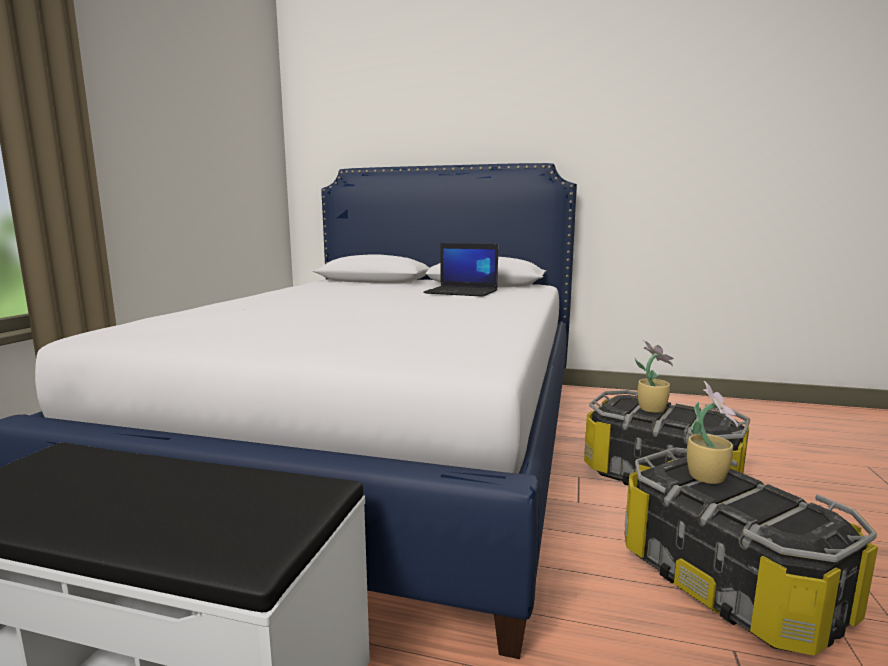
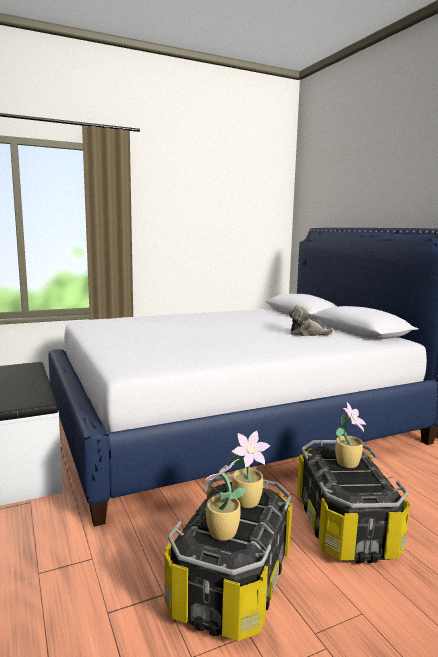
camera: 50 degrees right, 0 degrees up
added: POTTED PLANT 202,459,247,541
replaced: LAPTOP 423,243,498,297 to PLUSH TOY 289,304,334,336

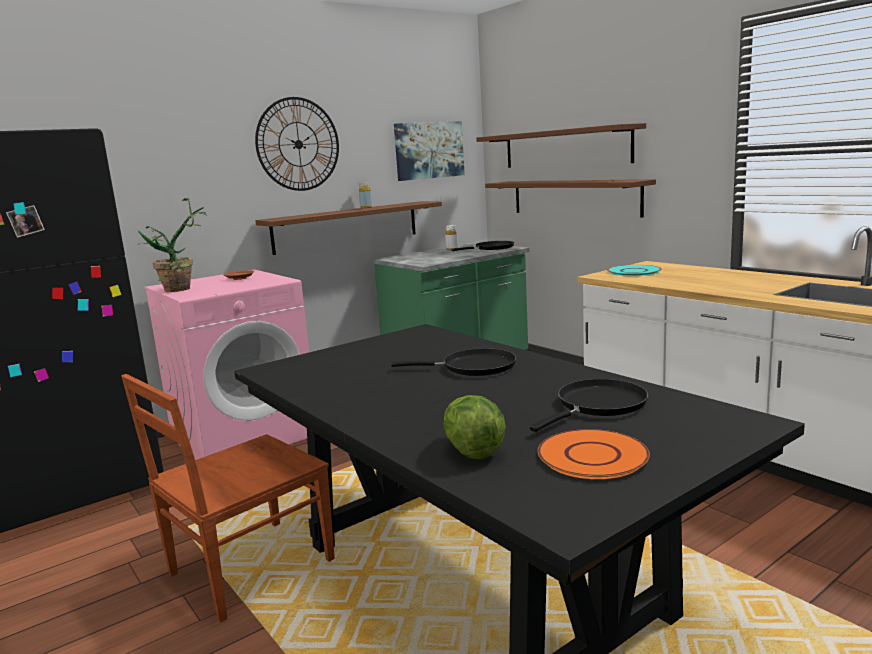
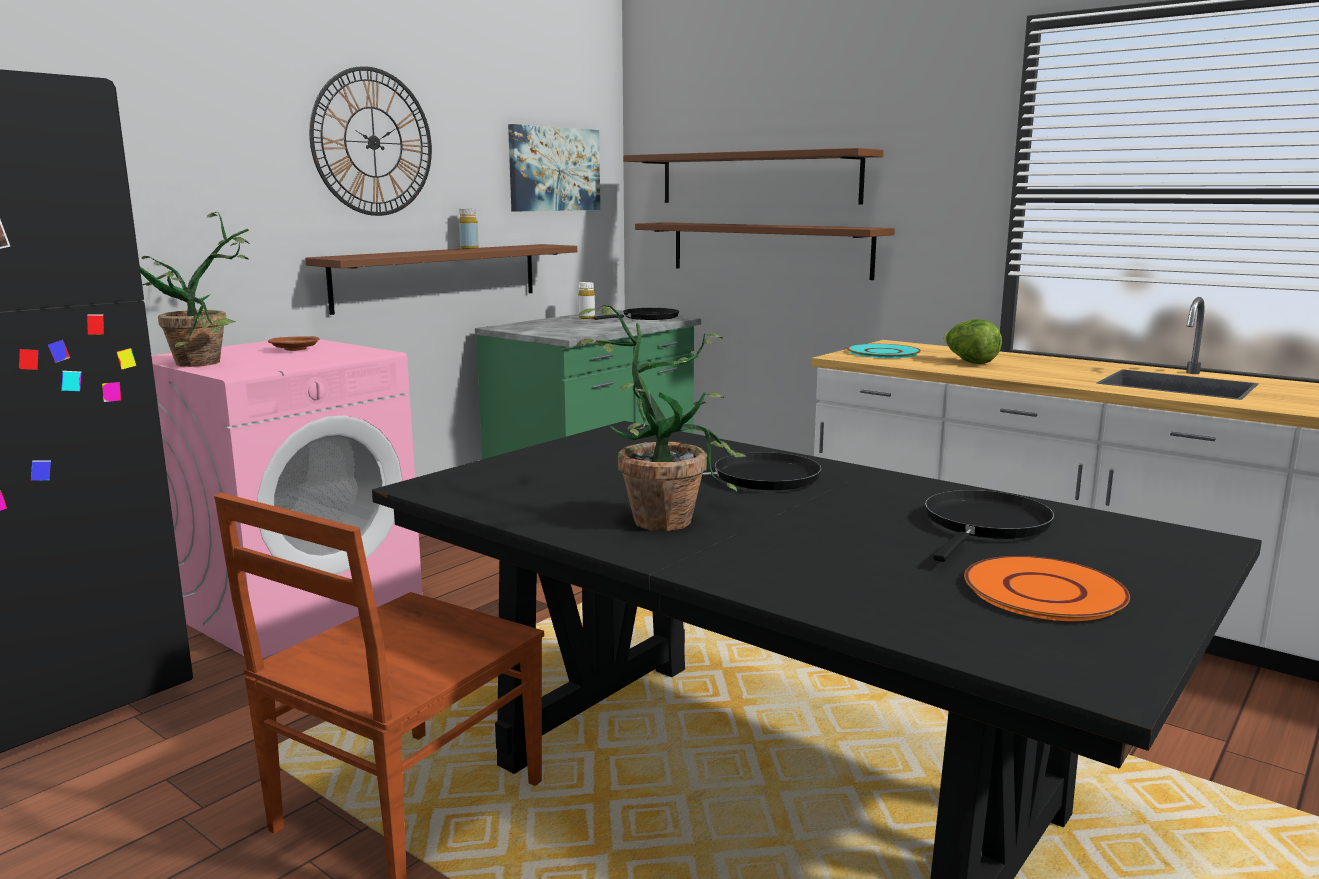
camera: 15 degrees left, 0 degrees up
added: POTTED PLANT 575,305,747,531
moved: LETTUCE 443,395,506,459 to 944,319,1002,364

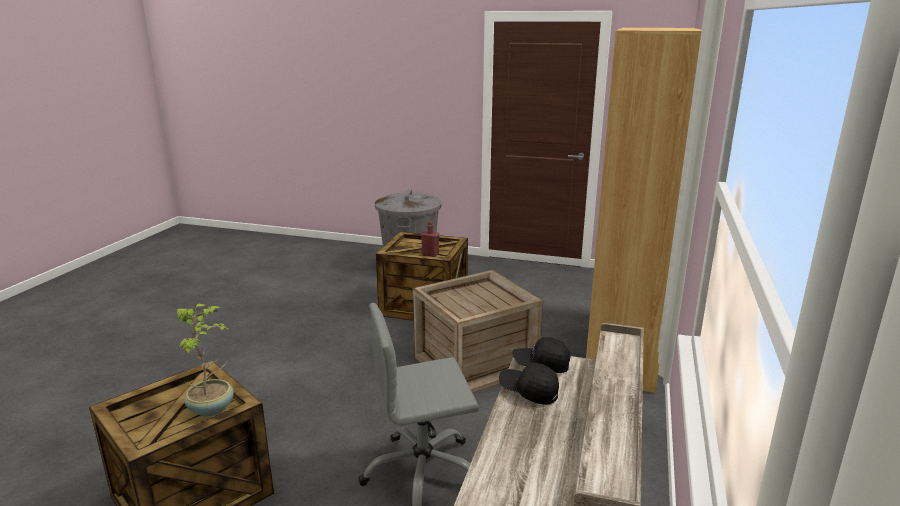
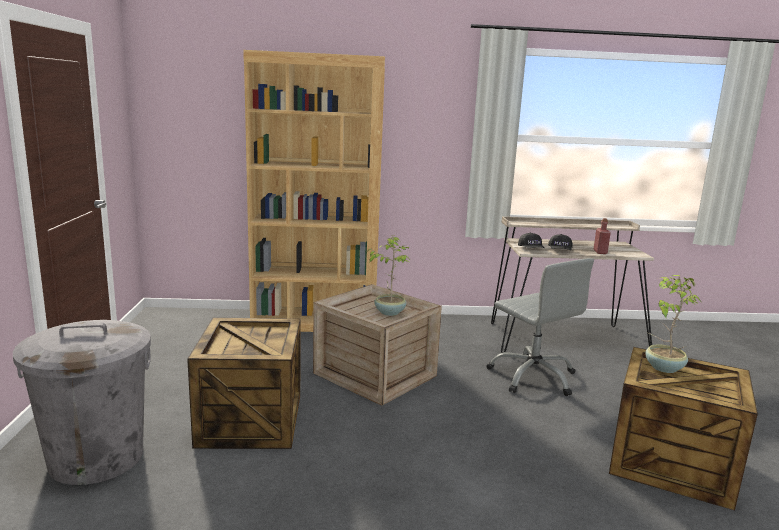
camera: 110 degrees left, 5 degrees down
added: POTTED PLANT 368,235,411,316
moved: RED-COLOURED DRINK BOTTLE 421,221,439,257 to 594,218,611,254

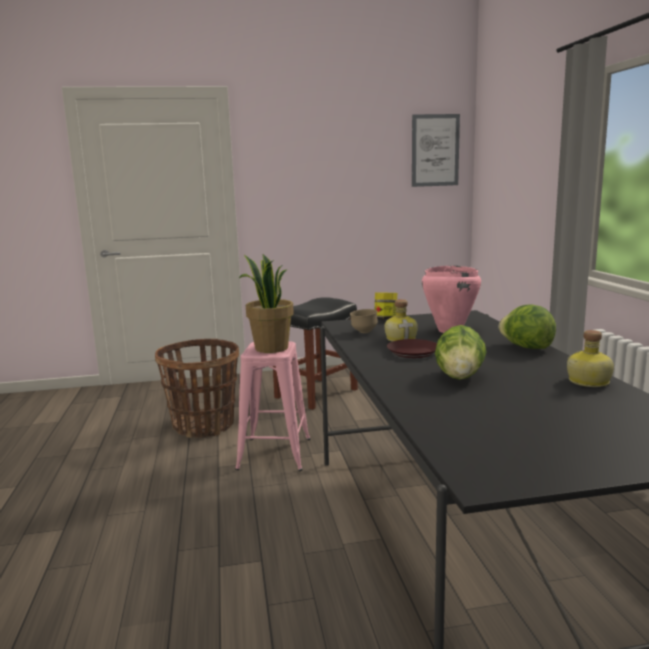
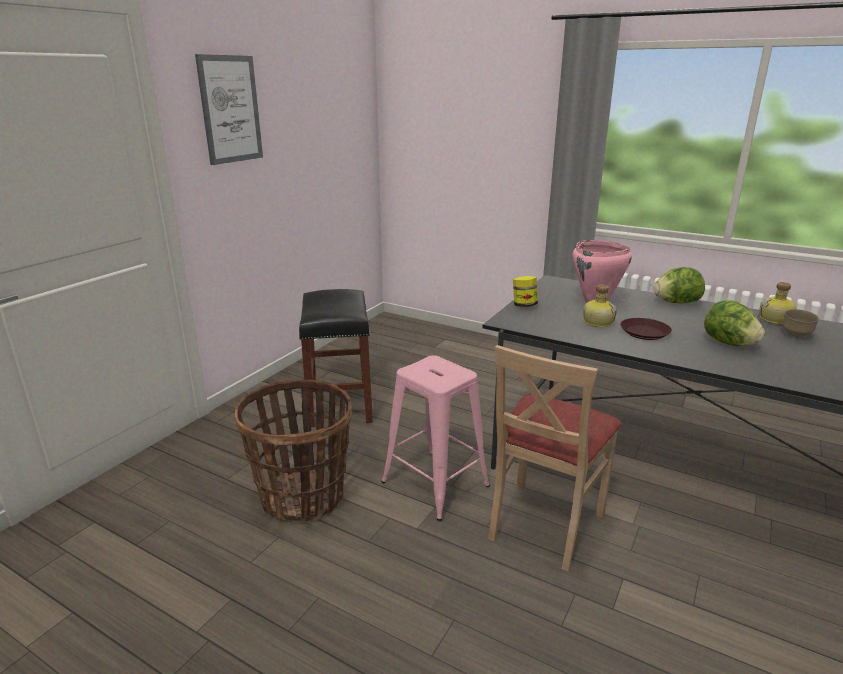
camera: 50 degrees left, 10 degrees up
removed: POTTED PLANT 239,254,294,353
added: BEIGE CHAIR 488,345,622,571
moved: PICTURE 412,114,460,187 to 195,54,263,165; BROWN DEEP DISH 350,309,378,333 to 782,309,819,338

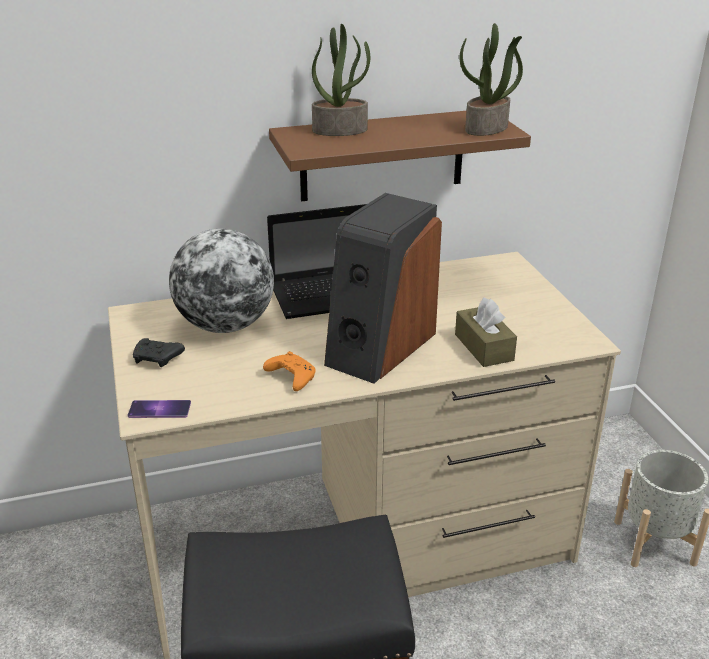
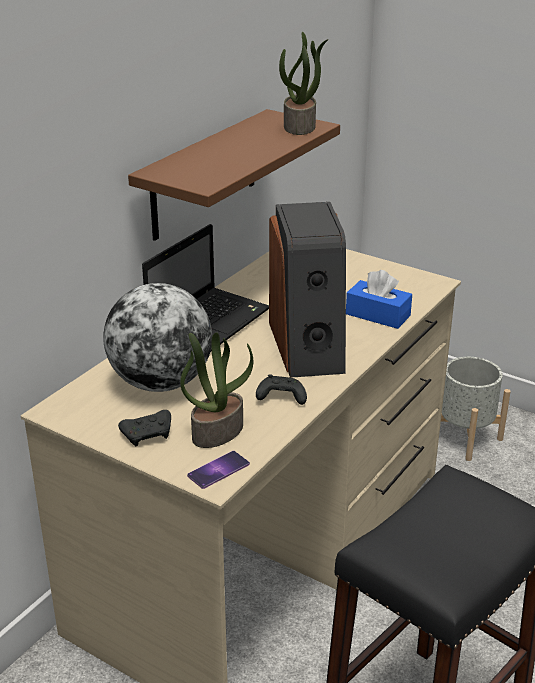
camera: 40 degrees left, 0 degrees up
moved: POTTED PLANT 312,24,370,136 to 180,332,253,448
recoloured: ORANGE-COLOURED GAMEPAD 263,351,315,391 to BLACK-COLOURED GAMEPAD 256,374,307,405; BROWN TISSUE BOX 455,297,517,367 to BLUE TISSUE BOX 346,270,412,329

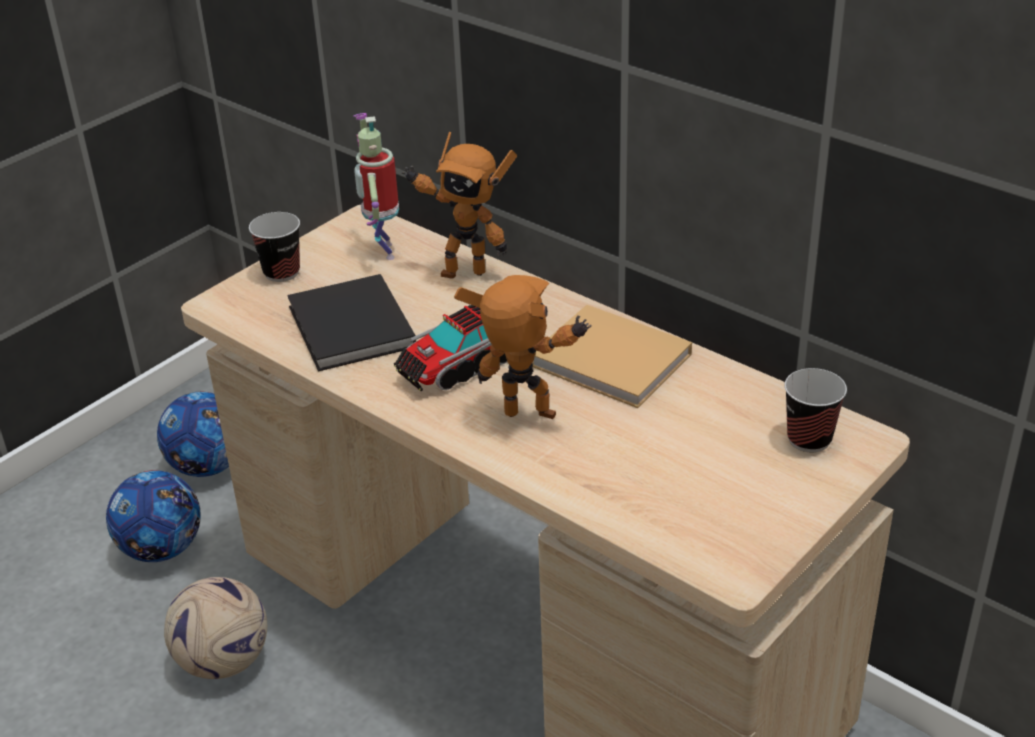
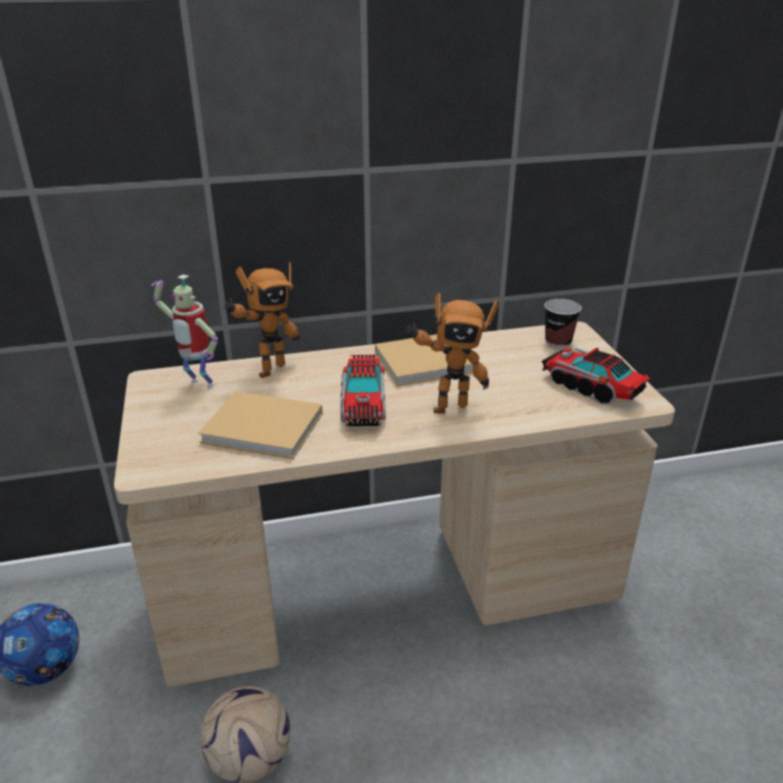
camera: 55 degrees left, 5 degrees down
removed: BALL FOR FOOTBALL 106,470,201,562; DRINKING CUP 249,212,300,282
added: TOY LORRY 542,347,650,405
recoloured: BLACK-COLOURED BOUND BOOK 287,274,416,372 to BEIGE BOUND BOOK 198,391,323,459
turned: TOY ROBOT 454,275,591,419 = 405,293,498,413 150 degrees counterclockwise

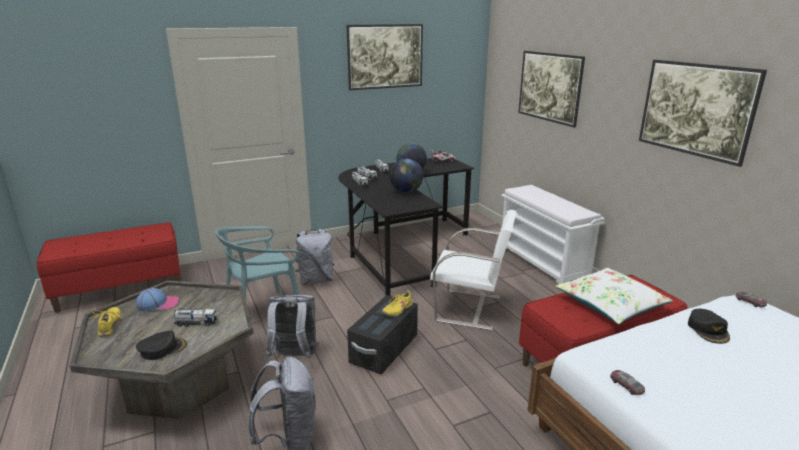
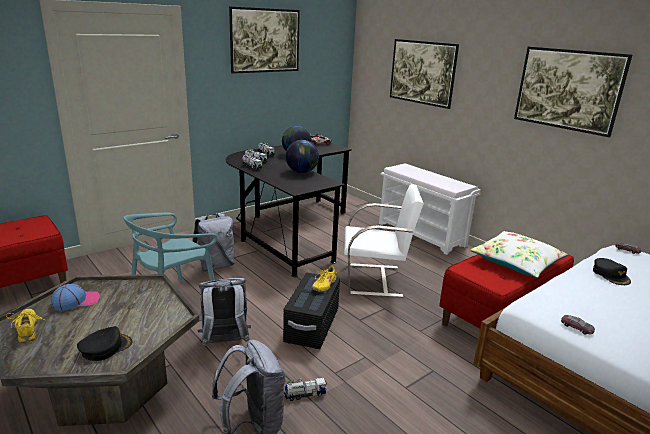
camera: 15 degrees left, 0 degrees up
moved: TOY LORRY 174,307,217,327 to 284,378,327,401

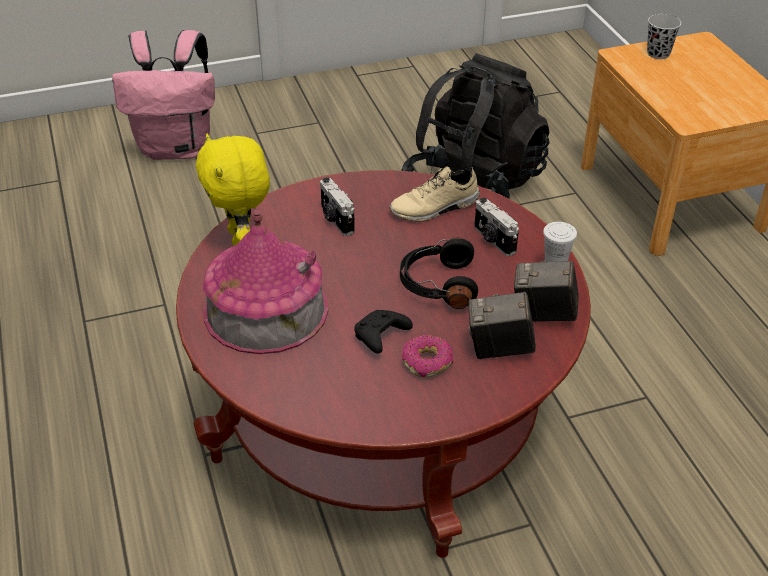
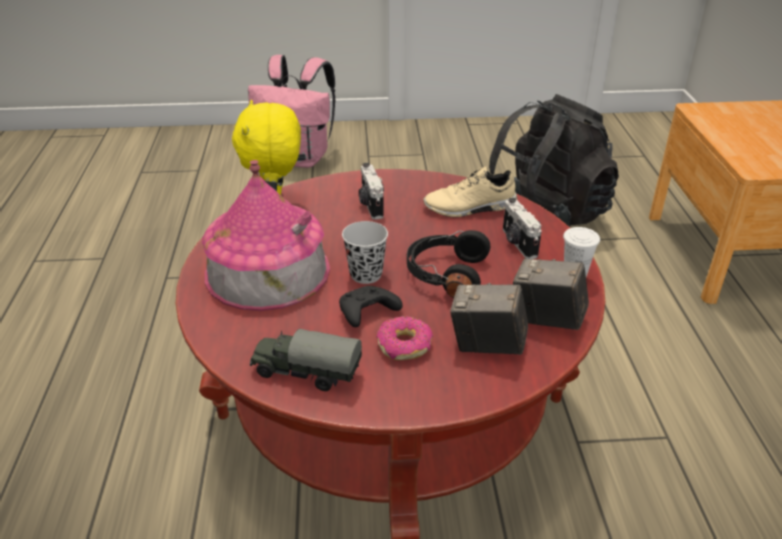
camera: 15 degrees right, 5 degrees down
added: TOY LORRY 250,329,362,391
moved: BLACK-COLOURED DRINKING CUP 647,14,681,59 to 342,221,388,284

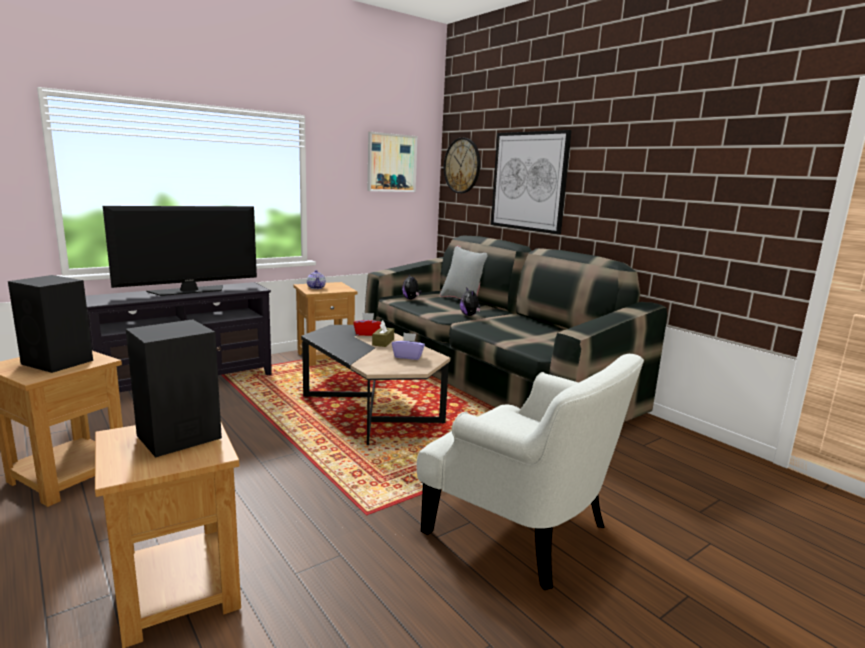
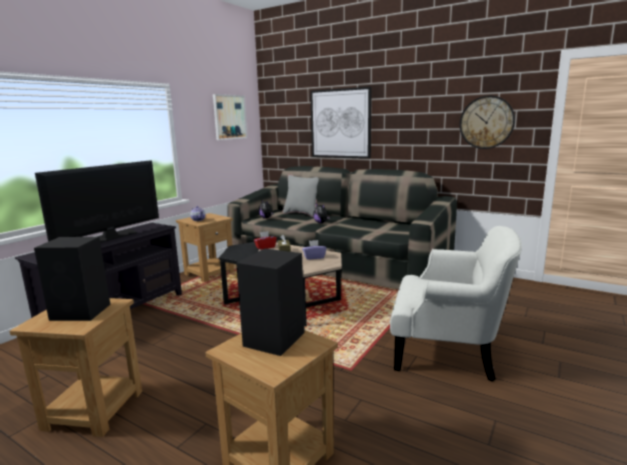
camera: 20 degrees left, 0 degrees up
moved: HANGING CLOCK 444,138,481,193 to 459,95,515,149

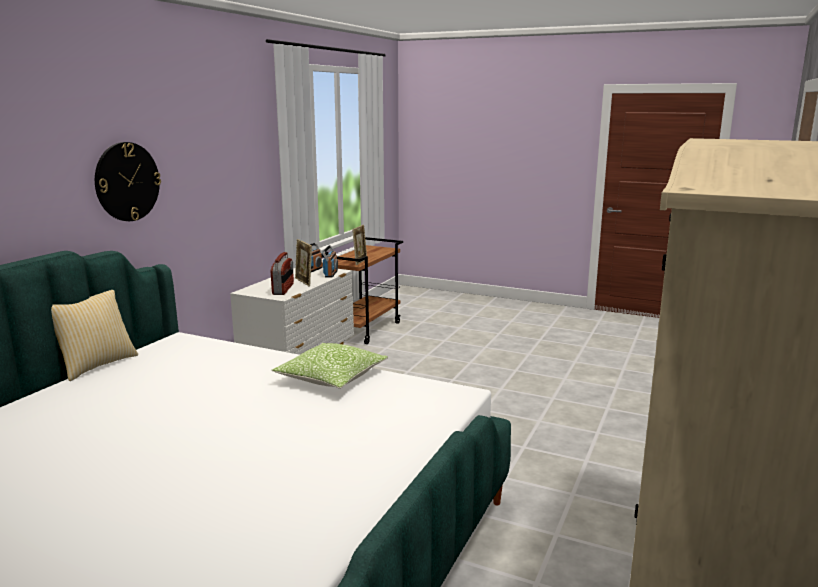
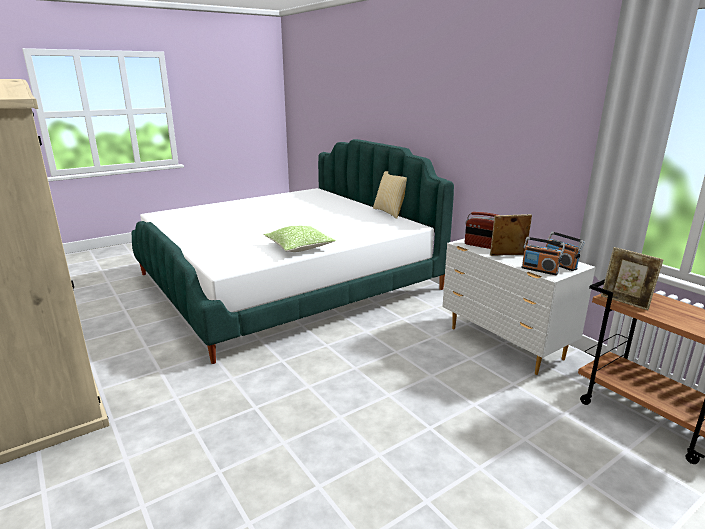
camera: 120 degrees right, 5 degrees up
removed: HANGING CLOCK 95,142,161,221

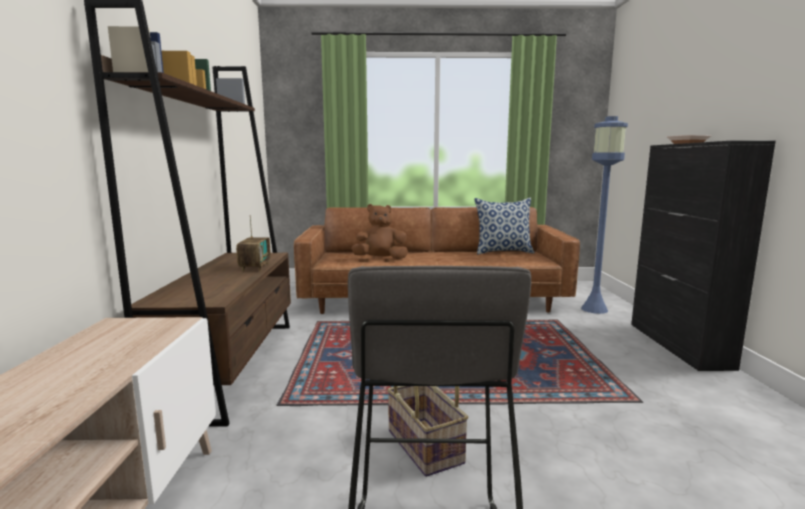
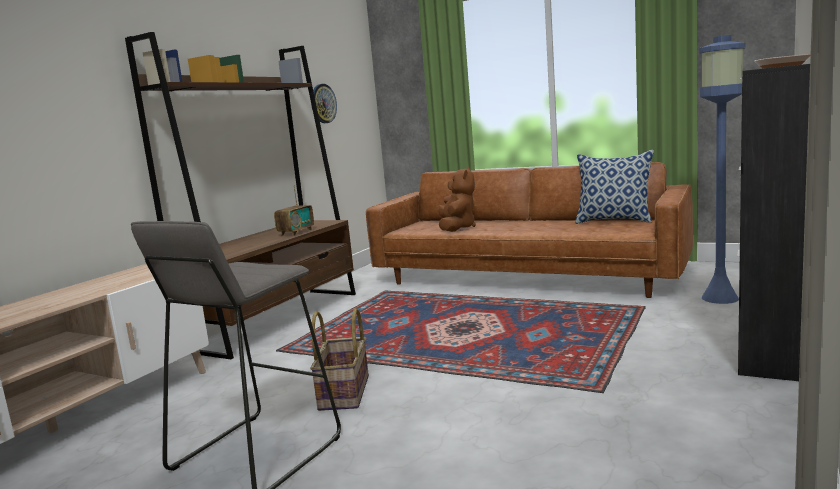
camera: 30 degrees right, 0 degrees up
added: HANGING CLOCK 312,84,337,123
turned: BROWN PLUSH TOY 351,204,408,259 = 439,167,476,232 75 degrees clockwise

